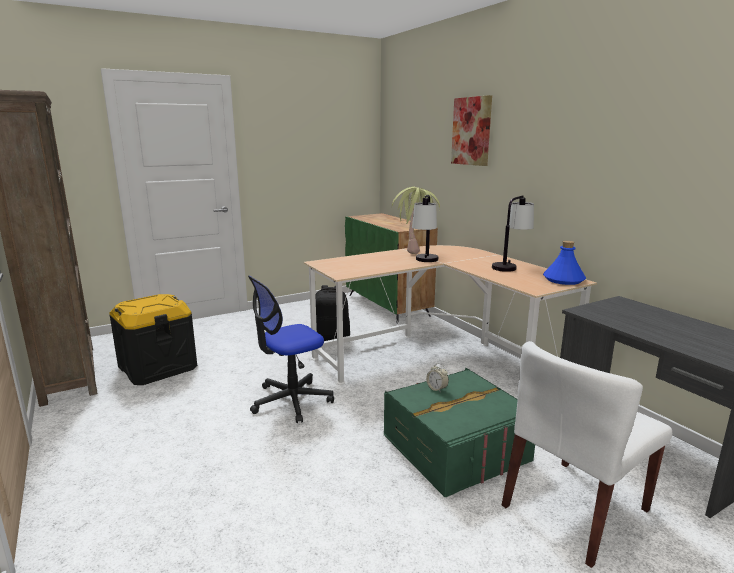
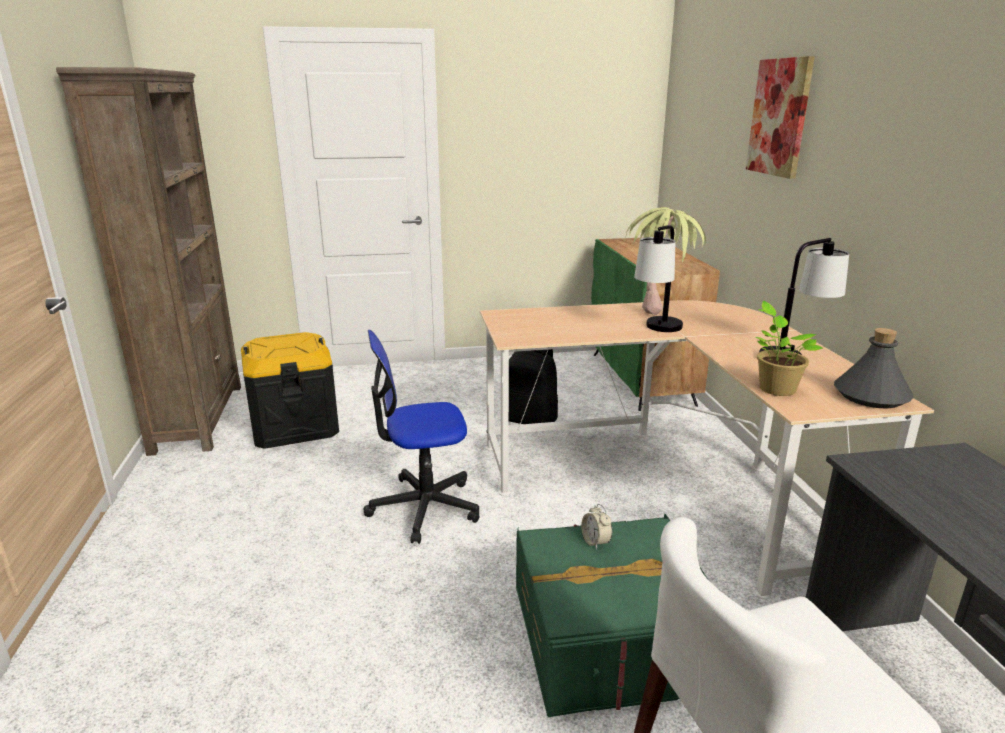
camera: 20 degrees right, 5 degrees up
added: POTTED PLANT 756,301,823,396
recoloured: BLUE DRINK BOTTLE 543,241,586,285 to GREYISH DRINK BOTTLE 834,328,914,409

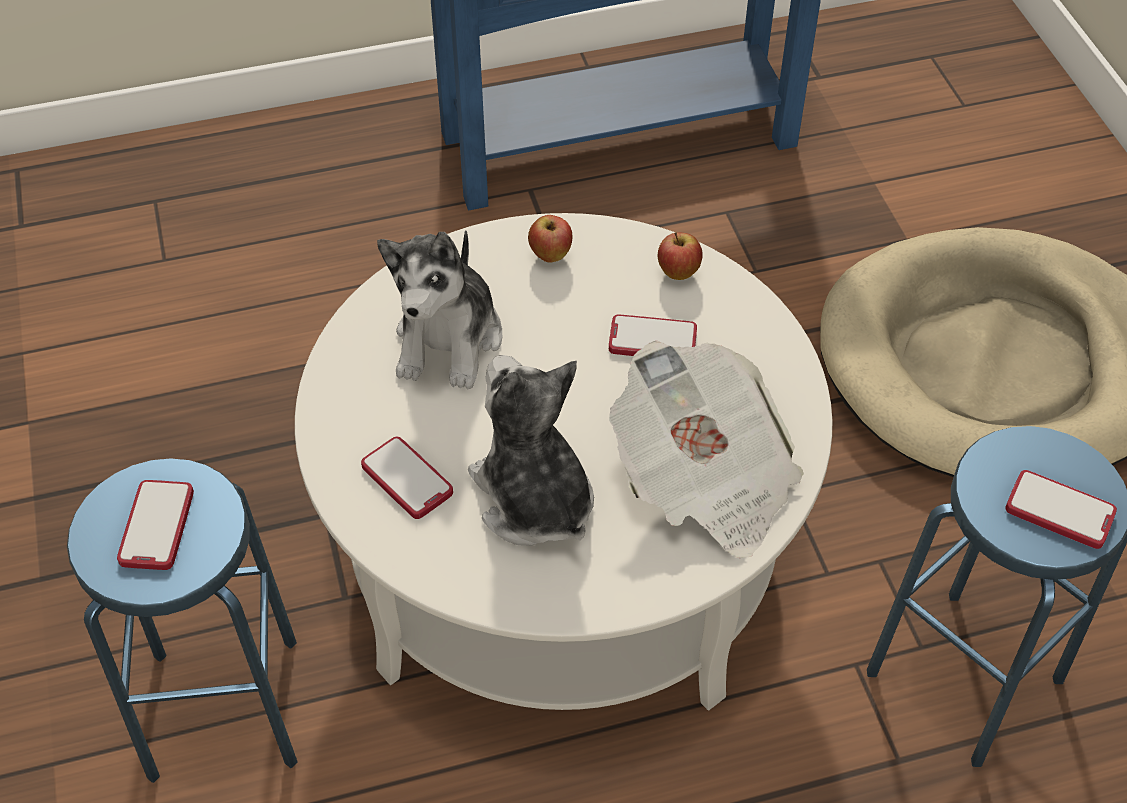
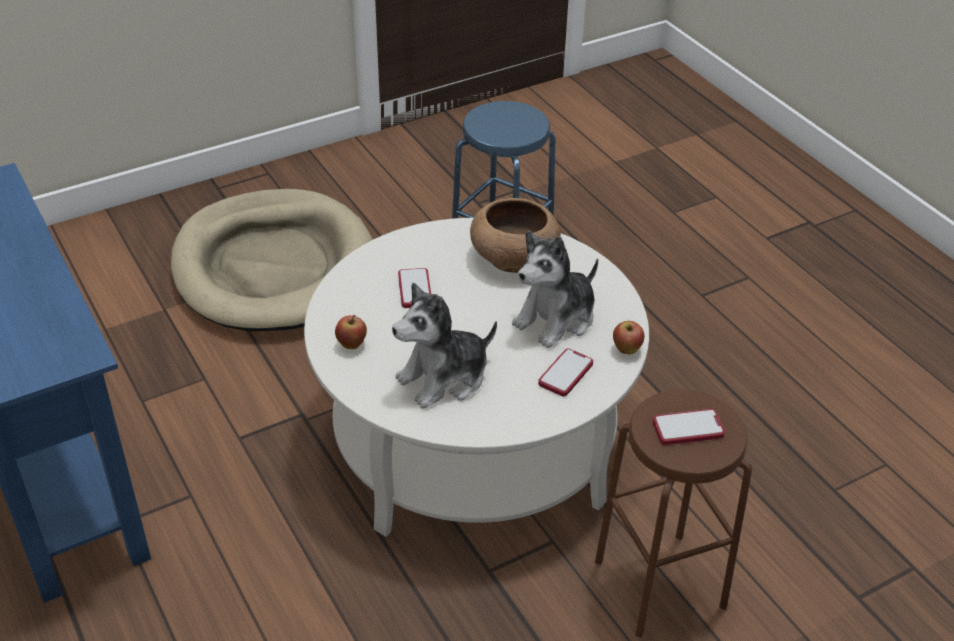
camera: 105 degrees left, 10 degrees down
removed: PHONE 1005,470,1117,549
moved: APPLE FRUIT 658,232,703,280 to 613,321,644,354
replaced: PRINTED PAPER 609,341,804,558 to BROWN DEEP DISH 470,198,561,273
recoloured: BLUE STOOL SEAT 67,458,297,783 to BROWN STOOL SEAT 595,389,752,638
turned: PLUSH TOY 377,230,502,390 = 392,282,497,409 150 degrees clockwise

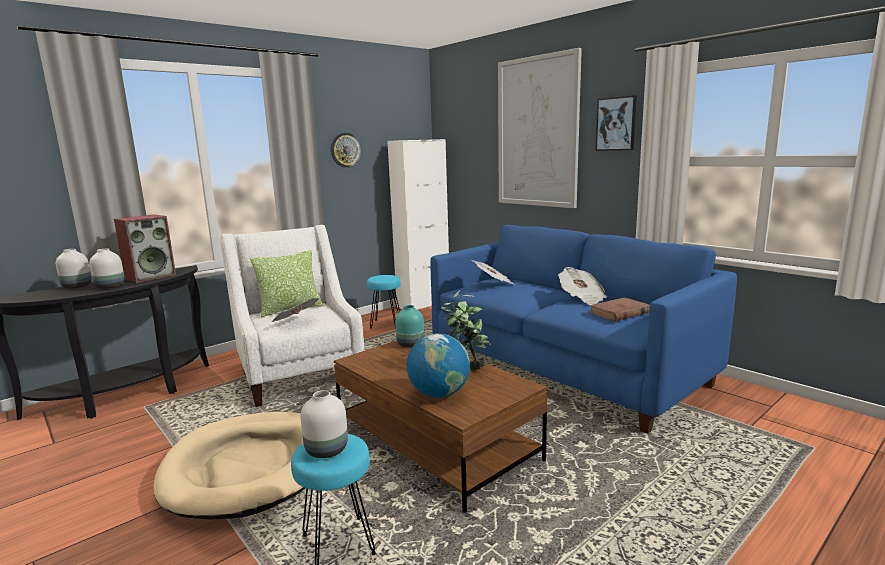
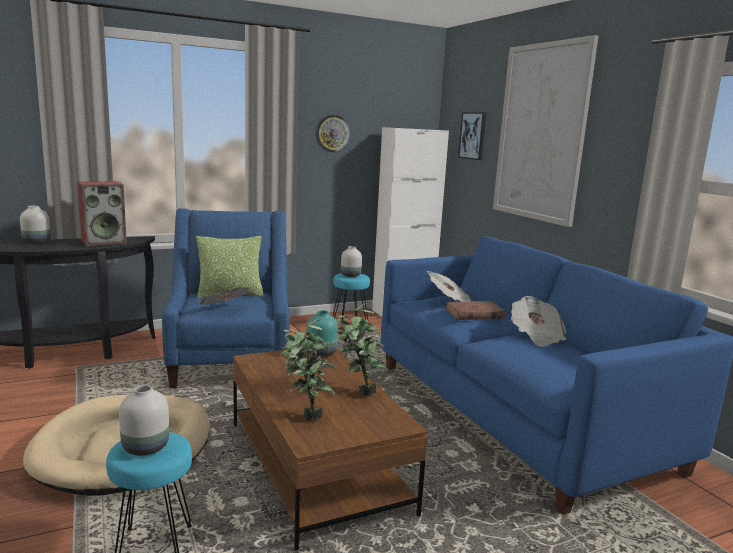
camera: 15 degrees right, 0 degrees up
moved: WHITE FLOWER VASE 89,249,125,289 to 341,246,362,277; BROWN BOUND BOOK 589,297,650,322 to 445,301,506,320; PICTURE 595,95,637,151 to 458,112,486,160
replaced: GLOBE 407,334,470,398 to POTTED PLANT 280,318,336,420
recoloured: WHITE LOUNGE CHAIR 220,225,364,407 to BLUE LOUNGE CHAIR 162,208,290,388

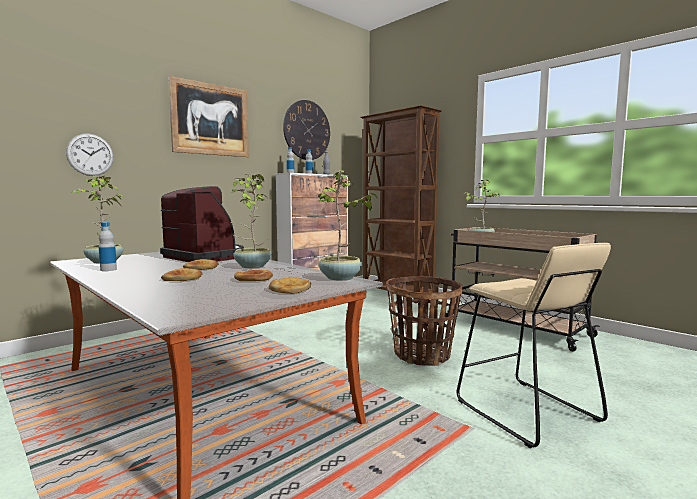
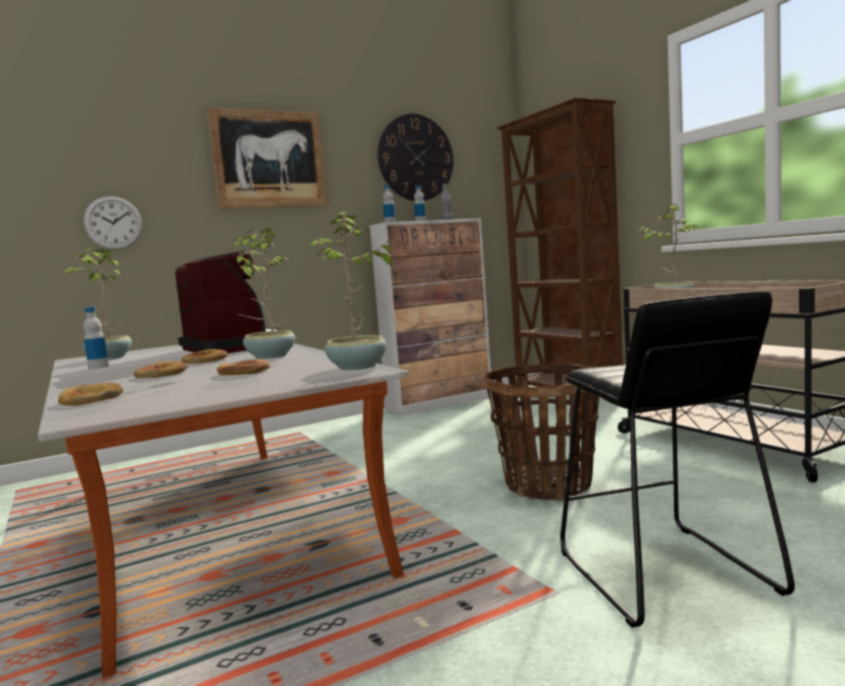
camera: 15 degrees right, 0 degrees up
moved: BREAD 269,278,311,294 to 58,383,123,406
recoloured: BEIGE STOOL SEAT 457,243,611,448 to BLACK-COLOURED STOOL SEAT 560,291,795,628

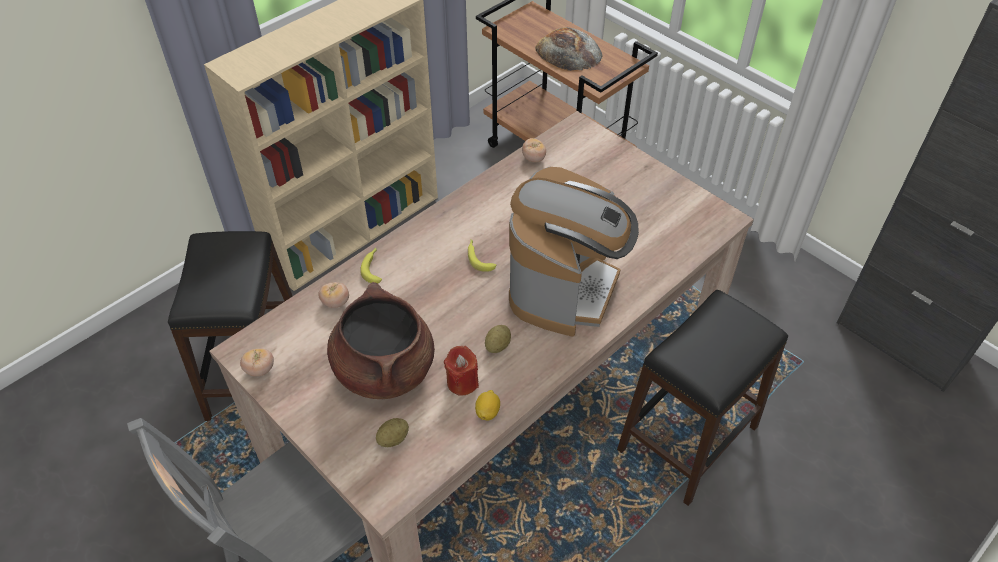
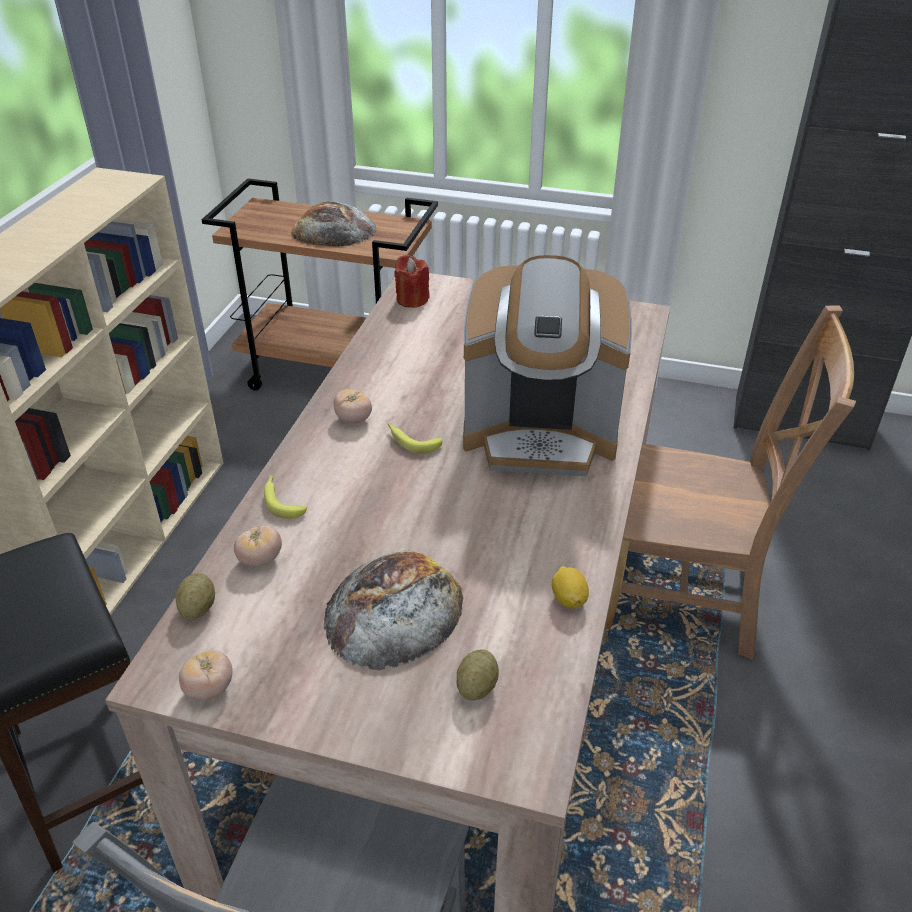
camera: 30 degrees left, 10 degrees down
moved: POTATO 485,325,511,353 to 176,573,215,619; WHOLE TOMATO 522,138,546,163 to 333,389,372,424; RED-COLOURED CANDLE 444,346,479,395 to 394,254,430,308
replaced: BROWN COOKING POT 327,282,435,399 to BREAD 324,550,463,670; BLACK-COLOURED STOOL SEAT 617,290,788,506 to BROWN CHAIR 605,305,856,660
turned: COFFEE BREWER 509,167,639,336 = 463,255,632,476 105 degrees clockwise

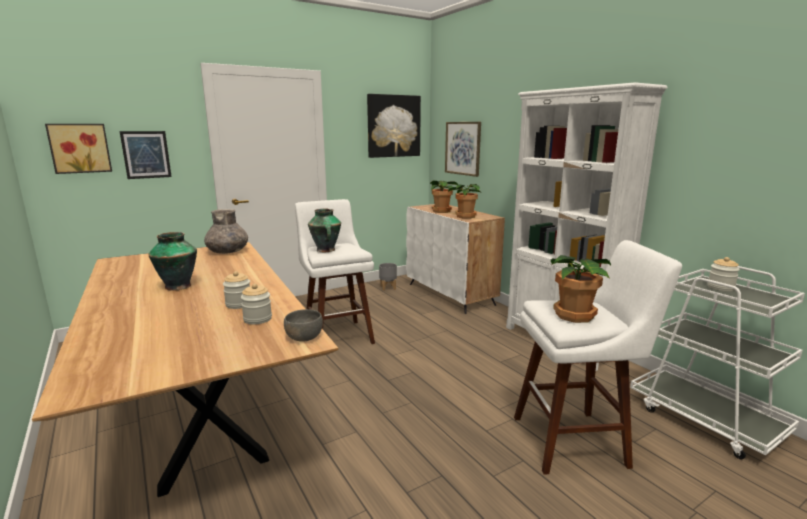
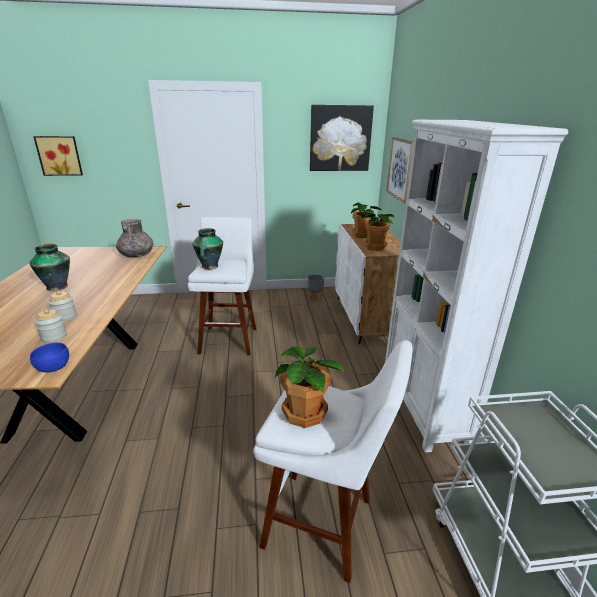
camera: 25 degrees right, 10 degrees up
removed: PICTURE 120,131,172,179; PRESERVE JAR 708,257,740,291
recoloured: GREYISH DEEP DISH 284,309,323,341 to BLUE DEEP DISH 30,342,69,373

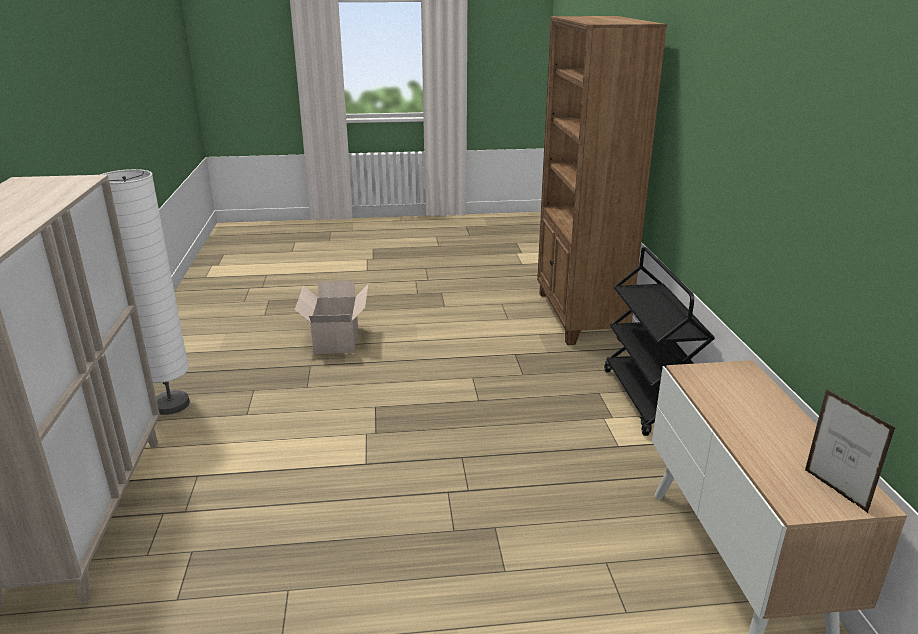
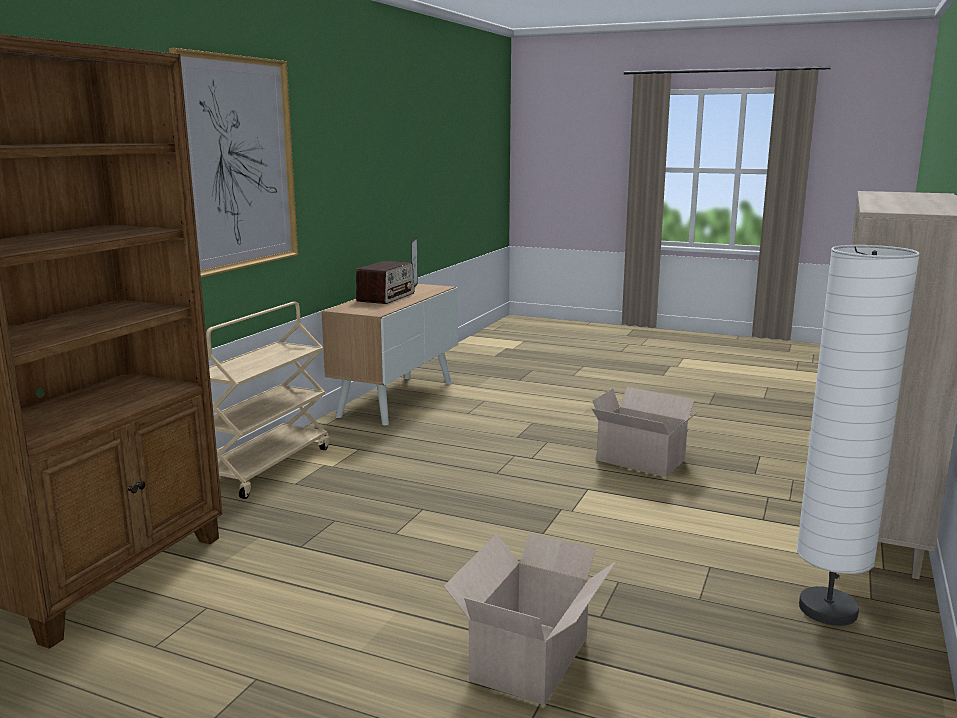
camera: 150 degrees left, 10 degrees down
added: PICTURE 169,48,298,278; RADIO RECEIVER 356,261,415,304; CARDBOARD BOX 591,387,702,477
recoloured: BLACK-COLOURED TROLLEY 604,247,715,436 to BEIGE TROLLEY 206,302,329,499

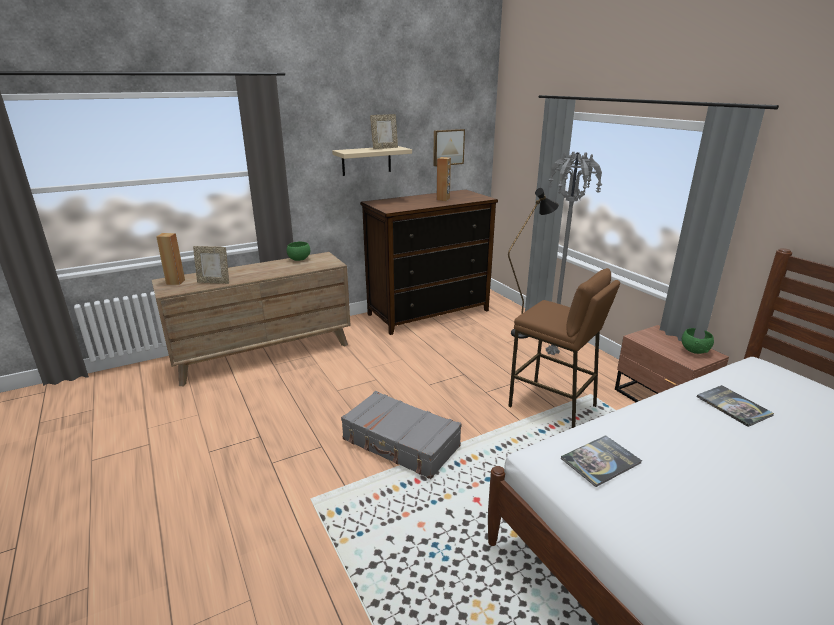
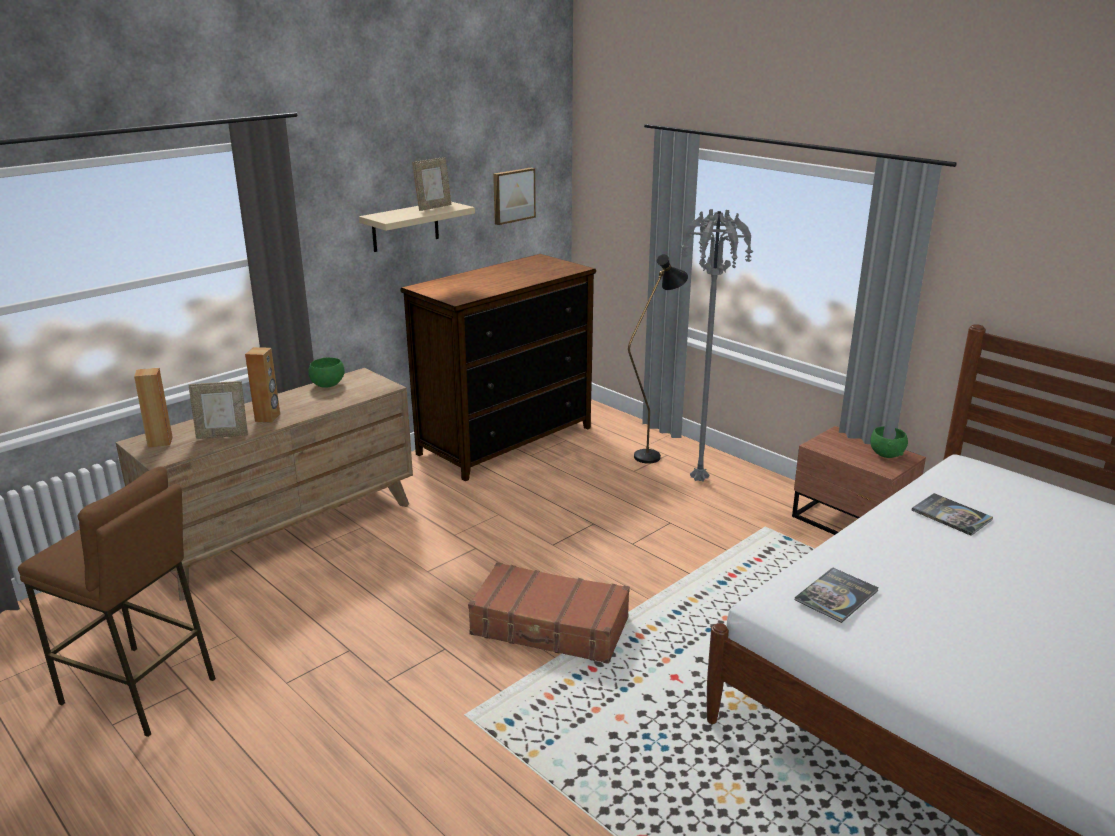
camera: 15 degrees left, 0 degrees up
moved: BROWN STOOL SEAT 508,268,620,428 to 18,466,216,737; BROWN LOUDSPEAKER 437,157,451,201 to 245,347,280,423
recoloured: GREYISH SUITCASE 341,391,462,479 to BROWN SUITCASE 468,562,630,664

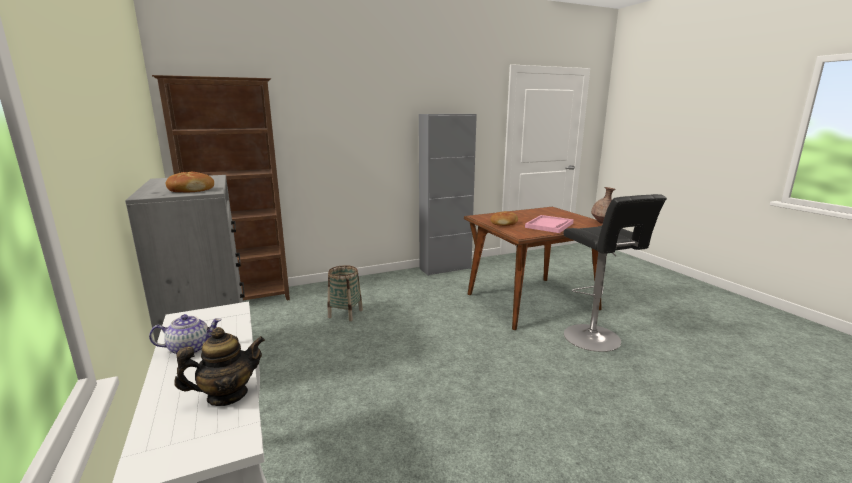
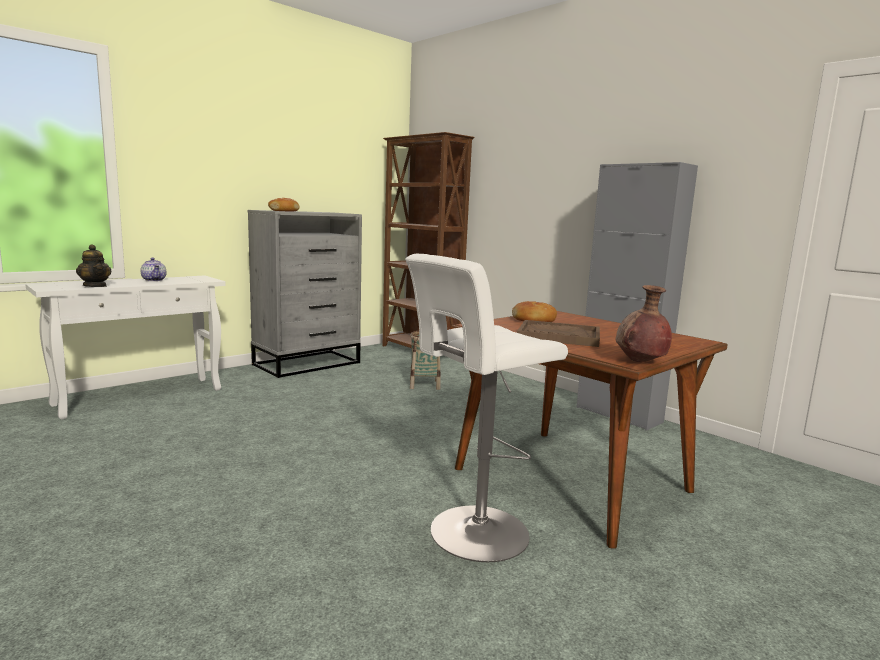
camera: 70 degrees right, 5 degrees down
recoloured: BLACK-COLOURED STOOL SEAT 563,194,667,352 to WHITE STOOL SEAT 405,254,568,562; PINK-COLOURED TRAY 525,215,574,233 to BROWN TRAY 517,320,600,347

